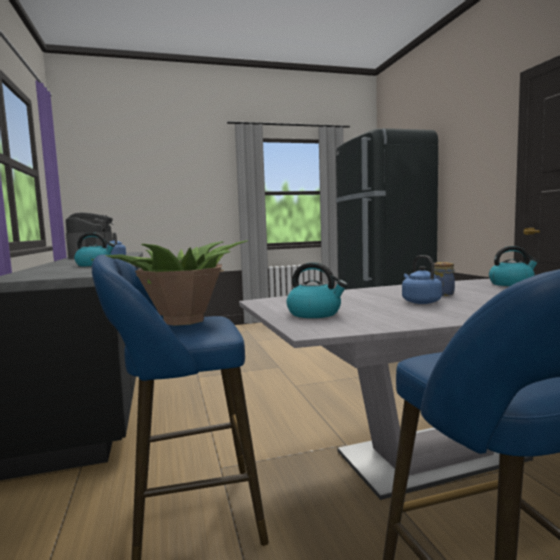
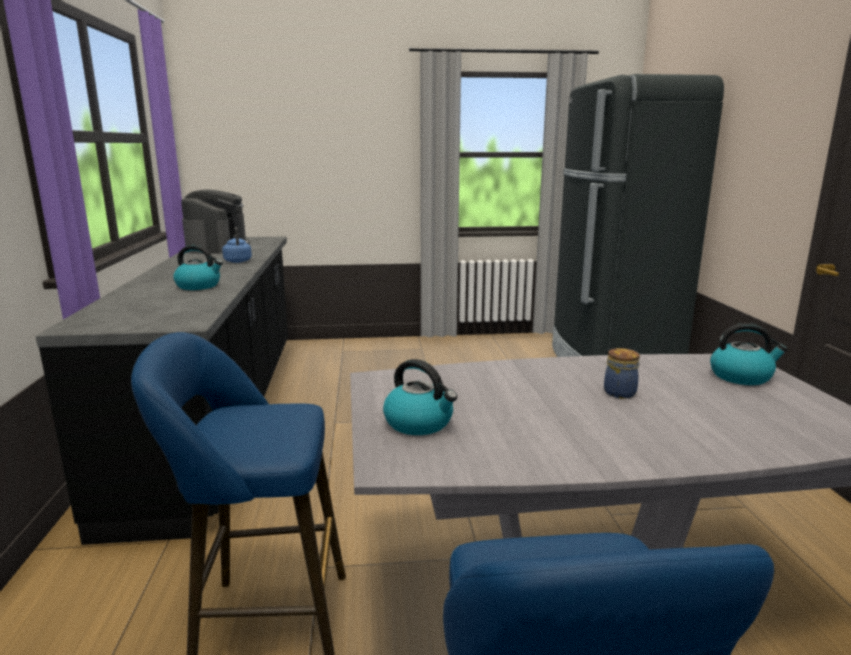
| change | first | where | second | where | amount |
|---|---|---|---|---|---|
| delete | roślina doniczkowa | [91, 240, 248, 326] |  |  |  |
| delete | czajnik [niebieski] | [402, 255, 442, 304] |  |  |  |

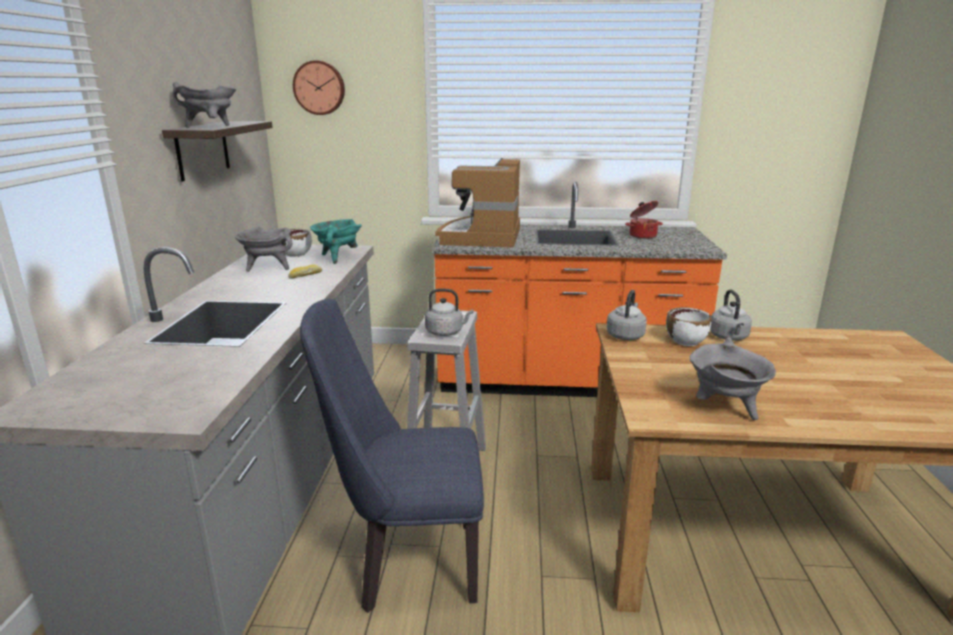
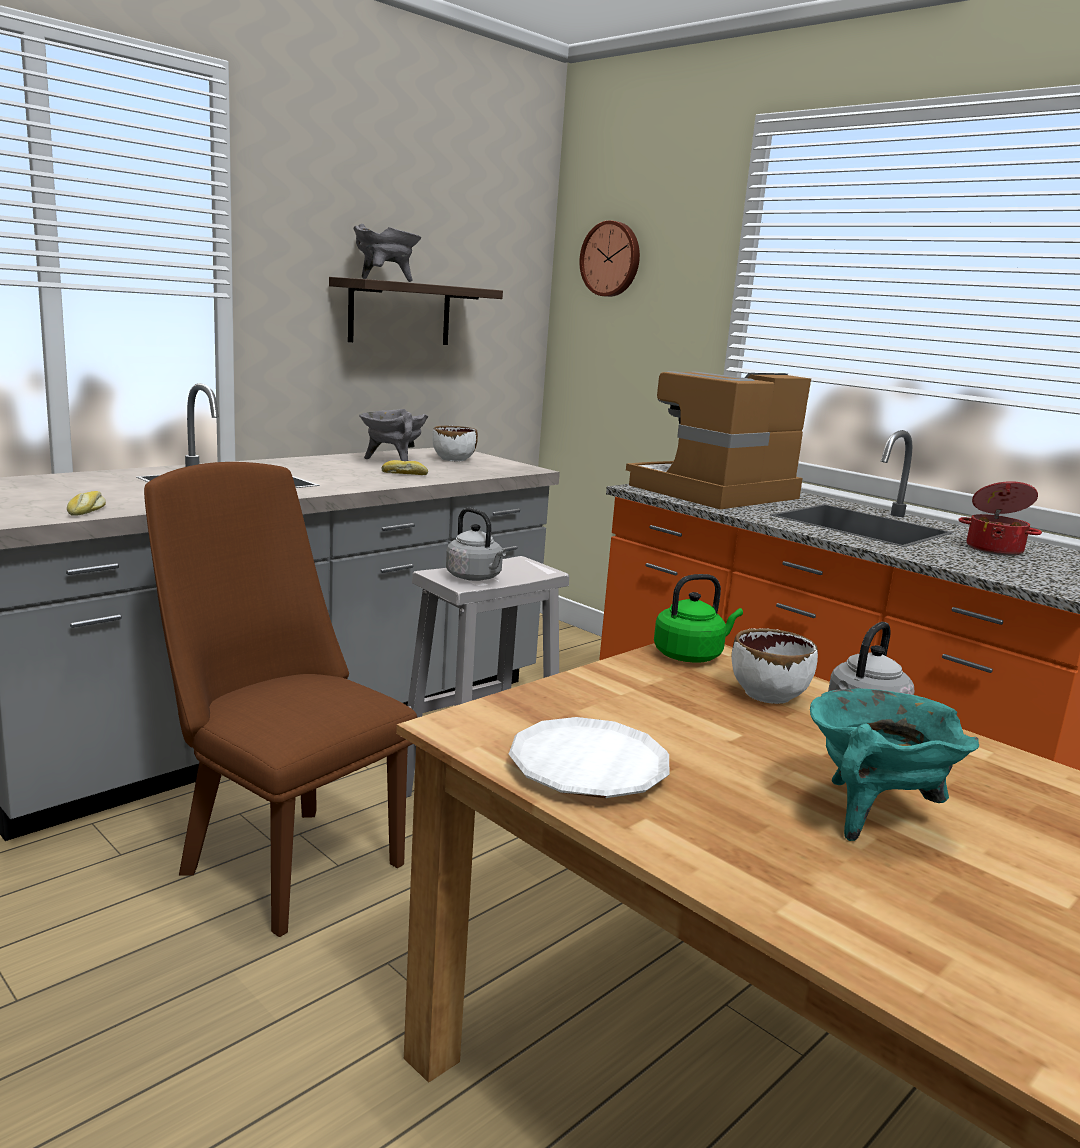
| change | first | where | second | where | amount |
|---|---|---|---|---|---|
| recolor | krzesło [niebieski] | [300, 299, 484, 613] | krzesło [brązowy] | [144, 462, 417, 937] |  |
| move | garnek [turkusowy] | [310, 219, 362, 264] |  | [810, 689, 979, 841] |  |
| recolor | czajnik [szary] | [606, 290, 647, 340] | czajnik [zielony] | [654, 574, 743, 663] |  |
| replace | garnek [szary] | [689, 337, 776, 420] | talerz [biały] | [509, 717, 669, 798] |  |
| insert |  |  | chleb | [67, 491, 106, 516] |  |

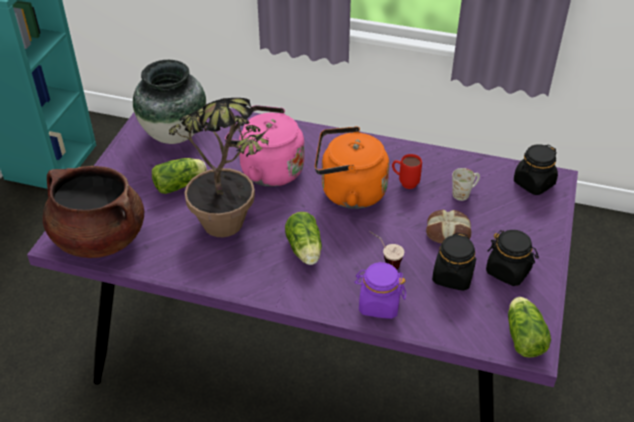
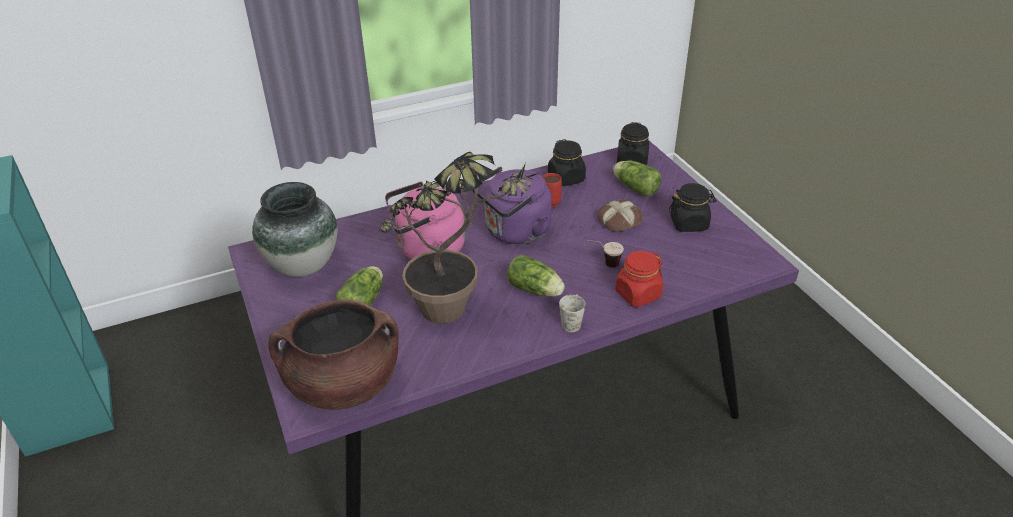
| change | first | where | second | where | amount |
|---|---|---|---|---|---|
| recolor | czajnik [pomarańczowy] | [315, 126, 389, 209] | czajnik [fioletowy] | [472, 167, 552, 244] |  |
| recolor | słoik [fioletowy] | [354, 262, 406, 319] | słoik [czerwony] | [615, 251, 663, 307] |  |
| move | słoik [czarny] | [432, 232, 476, 291] |  | [548, 139, 586, 186] |  |
| move | kubek [biały] | [452, 168, 480, 201] |  | [559, 294, 586, 332] |  |
| move | sałata | [508, 297, 551, 358] |  | [613, 160, 661, 196] |  |

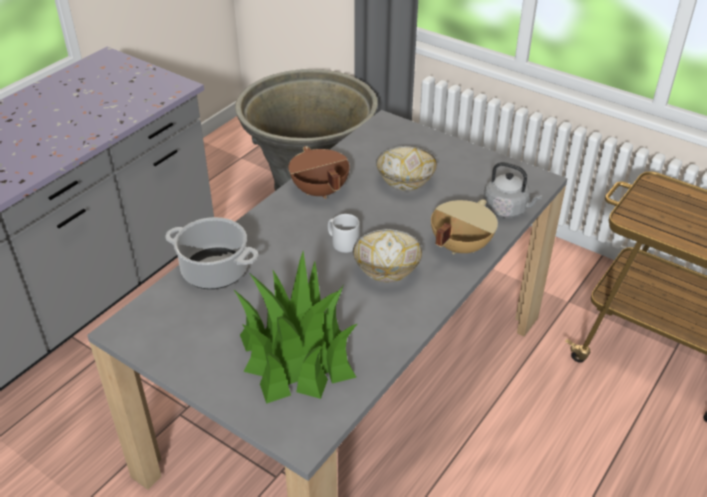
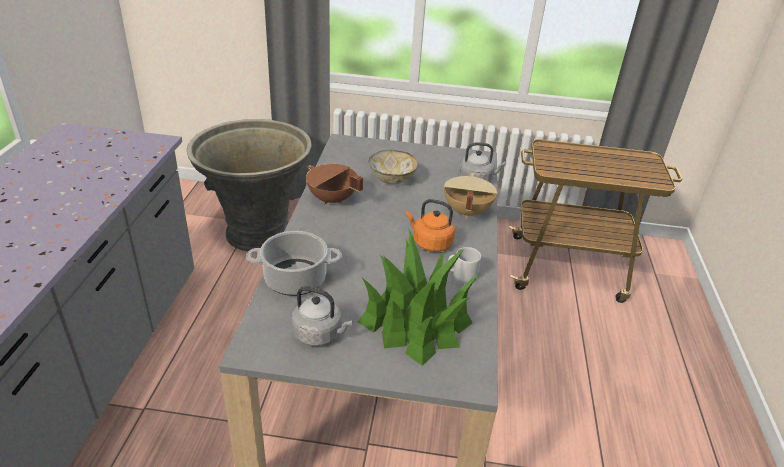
| change | first | where | second | where | amount |
|---|---|---|---|---|---|
| move | kubek [szary] | [328, 214, 359, 253] |  | [448, 247, 481, 283] |  |
| replace | miska | [353, 229, 422, 282] | czajnik [pomarańczowy] | [406, 199, 455, 252] |  |
| insert |  |  | czajnik [szary] | [292, 286, 353, 346] |  |

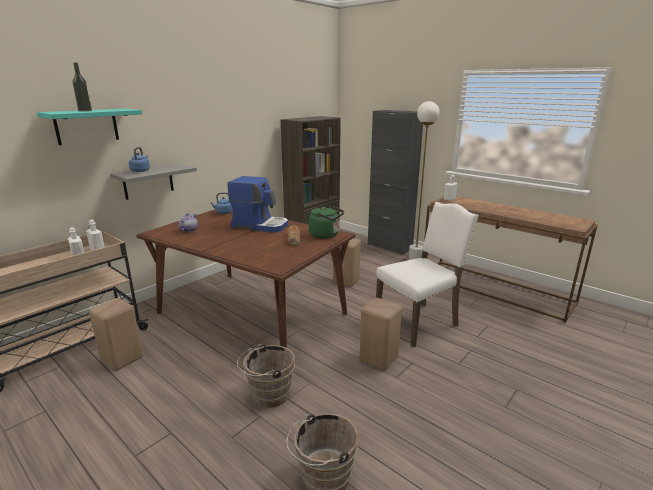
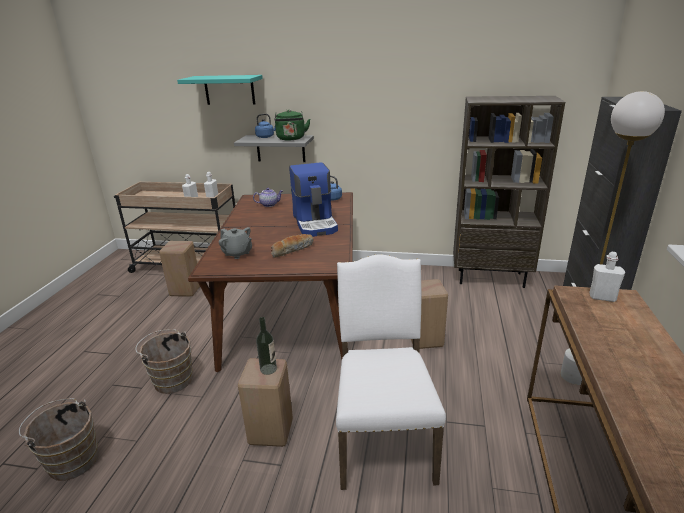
| change | first | where | second | where | amount |
|---|---|---|---|---|---|
| move | butelka | [72, 62, 92, 112] |  | [256, 317, 277, 375] |  |
| move | czajnik [zielony] | [309, 206, 344, 238] |  | [274, 110, 310, 140] |  |
| rotate | krzesło [biały] | [376, 202, 479, 347] |  | [336, 254, 446, 490] | 120 degrees counterclockwise |
| insert |  |  | imbryk [szary] | [219, 227, 252, 259] |  |

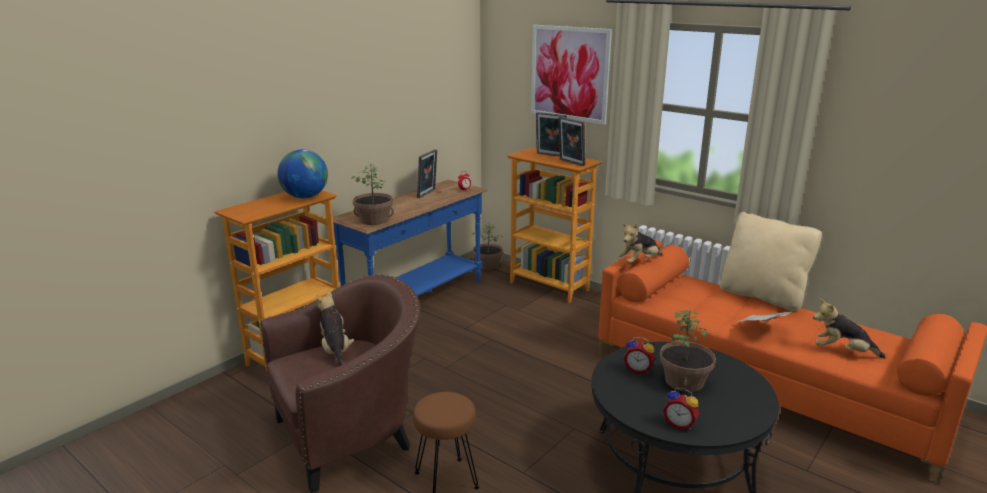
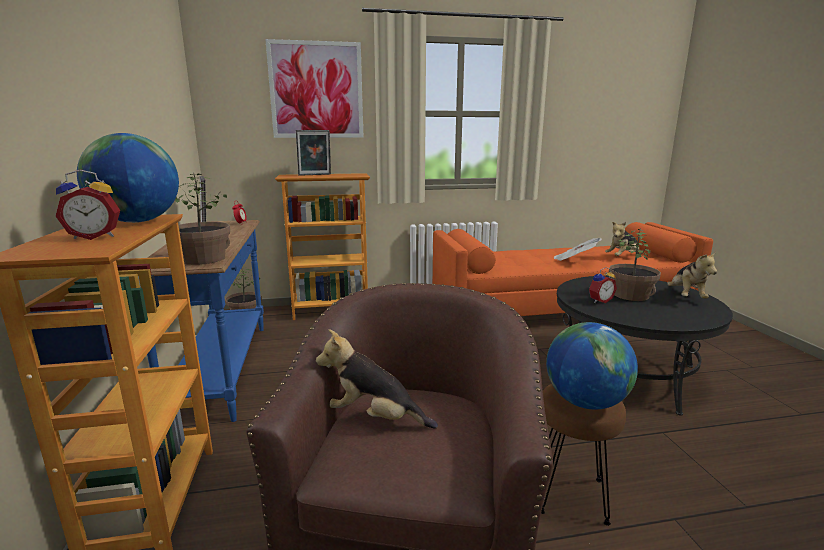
| change | first | where | second | where | amount |
|---|---|---|---|---|---|
| delete | ramka na zdjęcie | [558, 117, 585, 166] |  |  |  |
| move | pluszak | [618, 224, 662, 263] |  | [667, 251, 717, 299] |  |
| move | budzik | [663, 388, 699, 429] |  | [56, 170, 120, 240] |  |
| delete | poduszka [beżowy] | [719, 212, 822, 311] |  |  |  |
| insert |  |  | globus | [546, 322, 638, 410] |  |

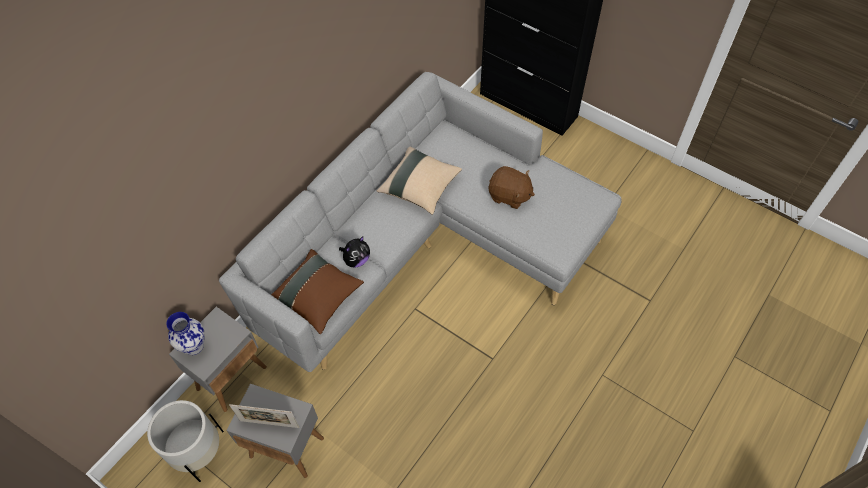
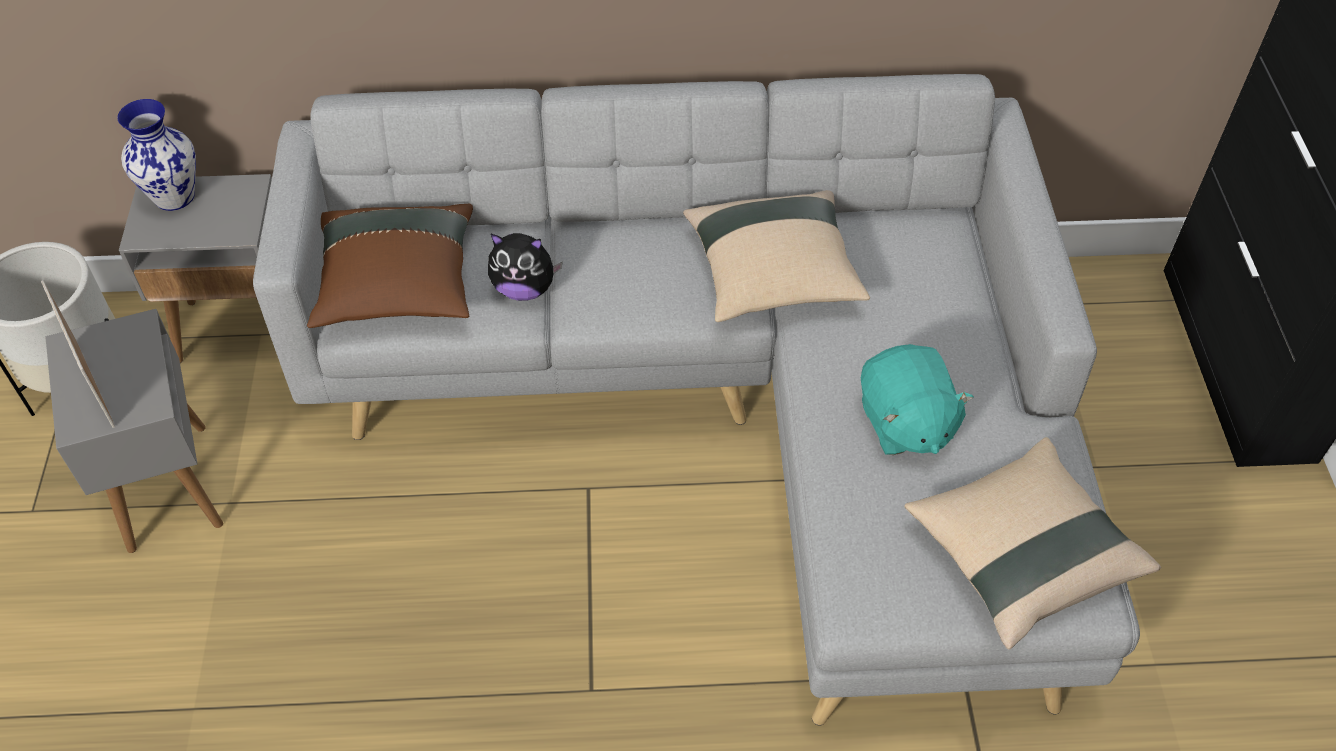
| change | first | where | second | where | amount |
|---|---|---|---|---|---|
| recolor | pluszak [brązowy] | [488, 166, 535, 209] | pluszak [turkusowy] | [861, 344, 974, 455] |  |
| insert |  |  | poduszka [beżowy] | [904, 437, 1161, 650] |  |

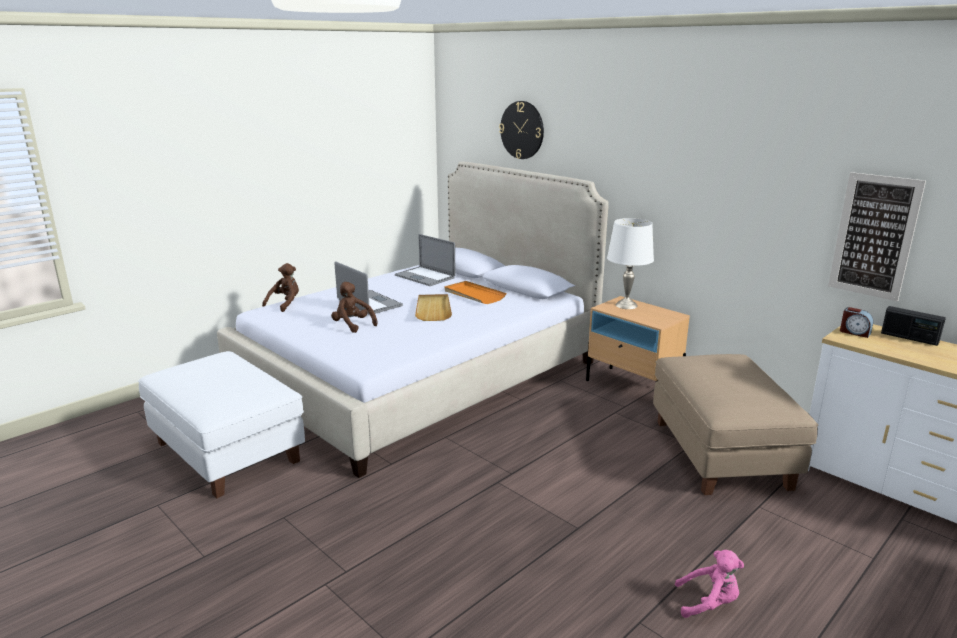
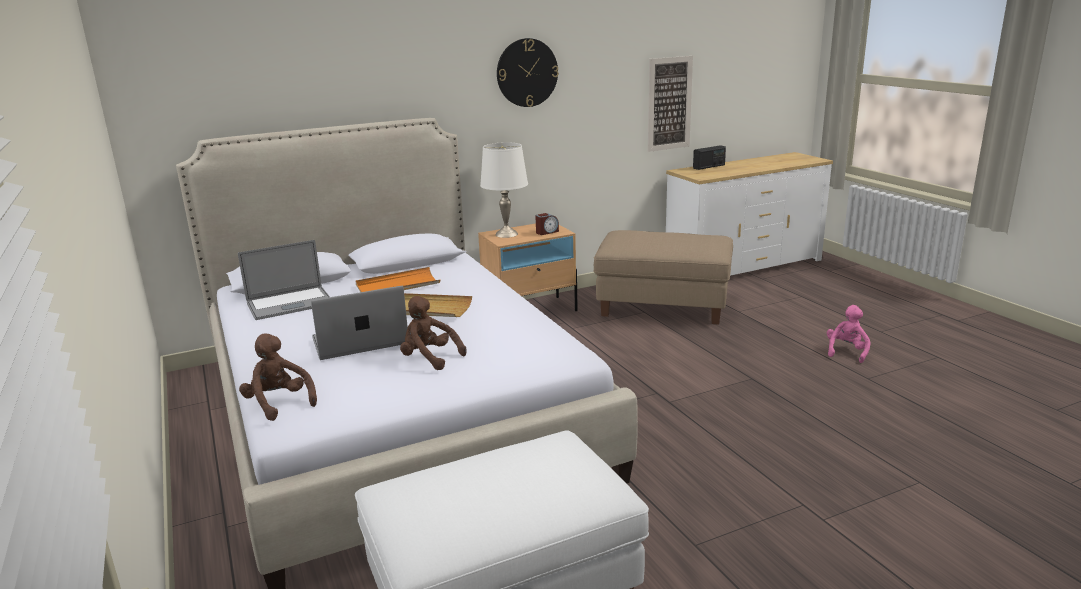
| change | first | where | second | where | amount |
|---|---|---|---|---|---|
| rotate | pluszak [brązowy] | [331, 282, 378, 333] |  | [400, 296, 466, 370] | 60 degrees clockwise |
| move | zegar ścienny | [499, 101, 544, 159] |  | [497, 38, 559, 107] |  |
| move | budzik | [840, 307, 874, 338] |  | [535, 213, 559, 235] |  |

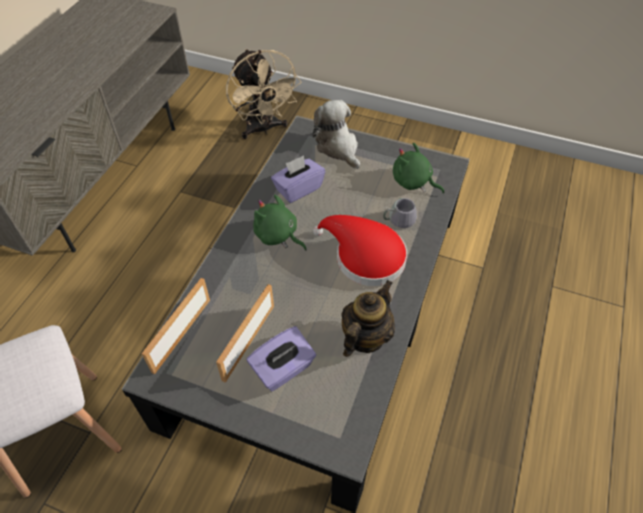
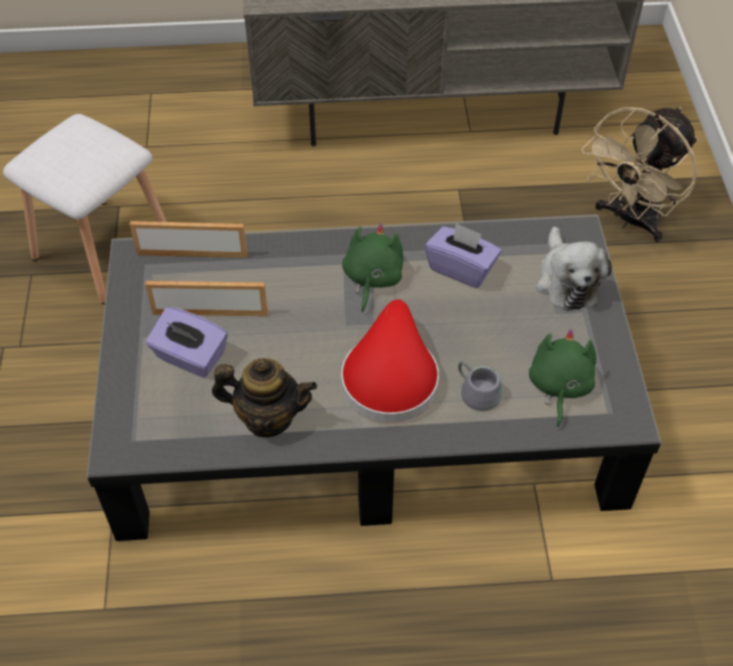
| change | first | where | second | where | amount |
|---|---|---|---|---|---|
| rotate | pluszak | [312, 100, 360, 169] |  | [536, 227, 612, 311] | 135 degrees clockwise |

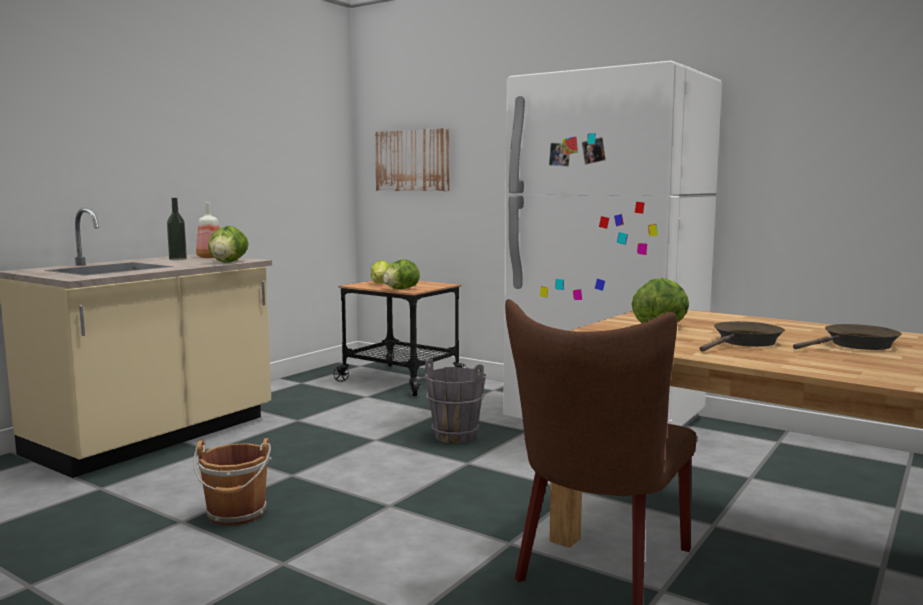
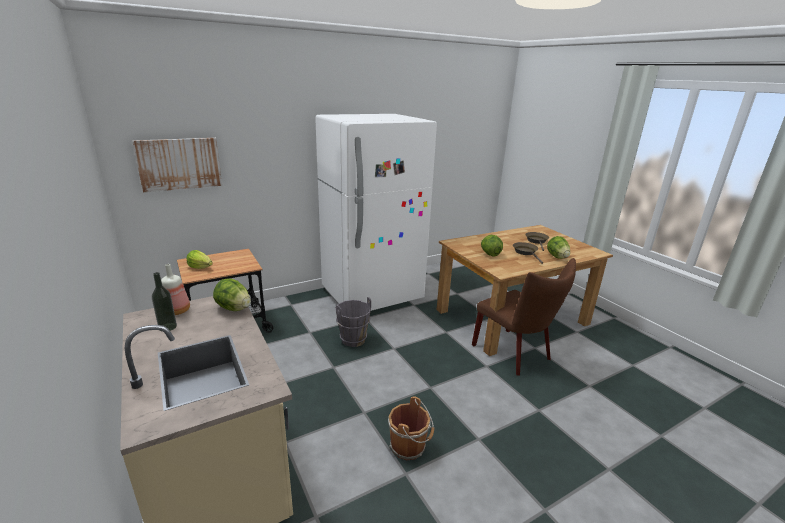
| change | first | where | second | where | amount |
|---|---|---|---|---|---|
| move | sałata | [383, 259, 420, 289] |  | [547, 236, 570, 259] |  |

